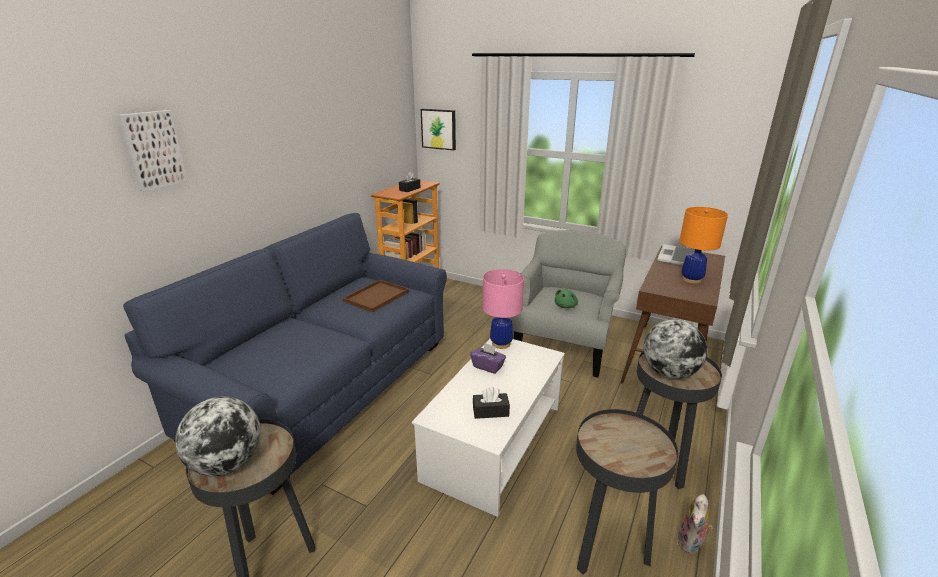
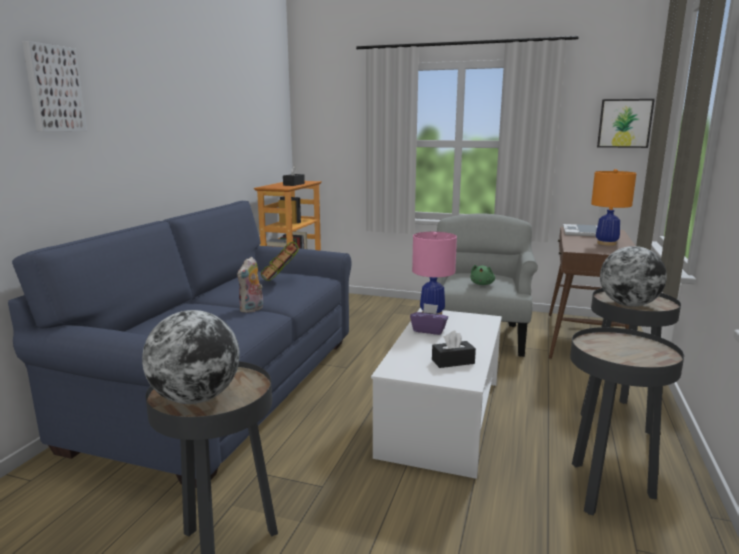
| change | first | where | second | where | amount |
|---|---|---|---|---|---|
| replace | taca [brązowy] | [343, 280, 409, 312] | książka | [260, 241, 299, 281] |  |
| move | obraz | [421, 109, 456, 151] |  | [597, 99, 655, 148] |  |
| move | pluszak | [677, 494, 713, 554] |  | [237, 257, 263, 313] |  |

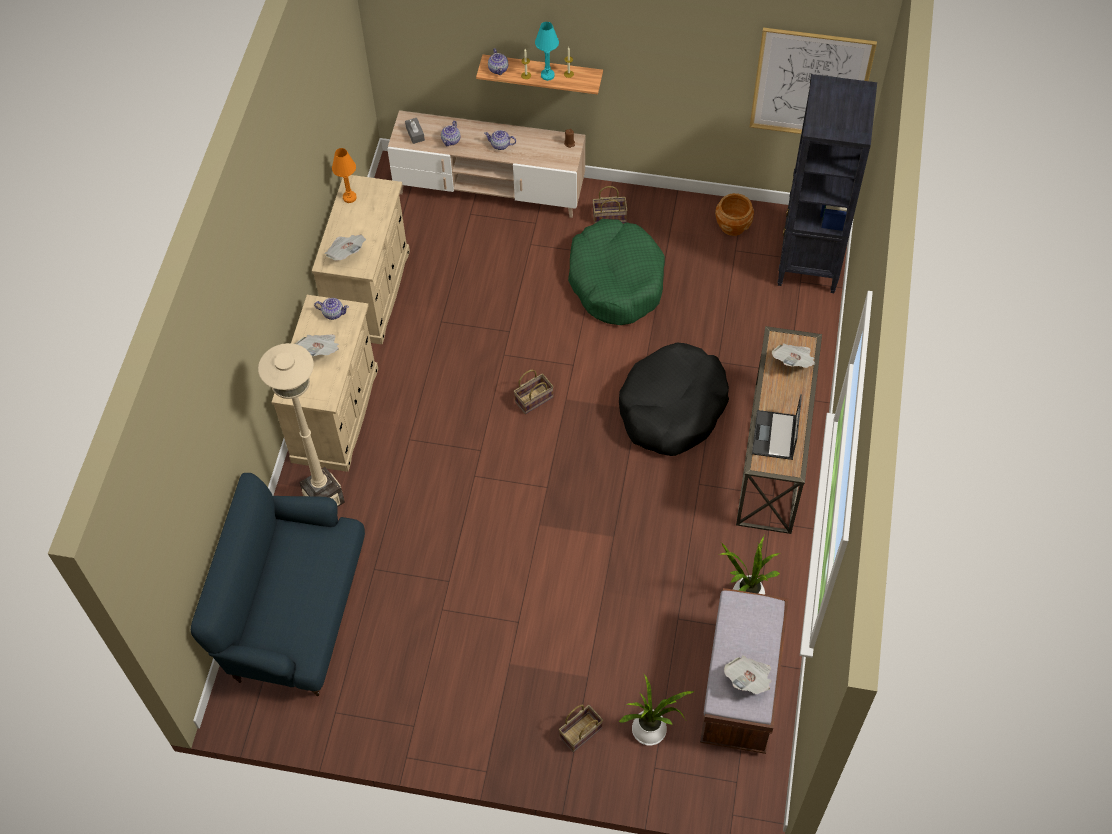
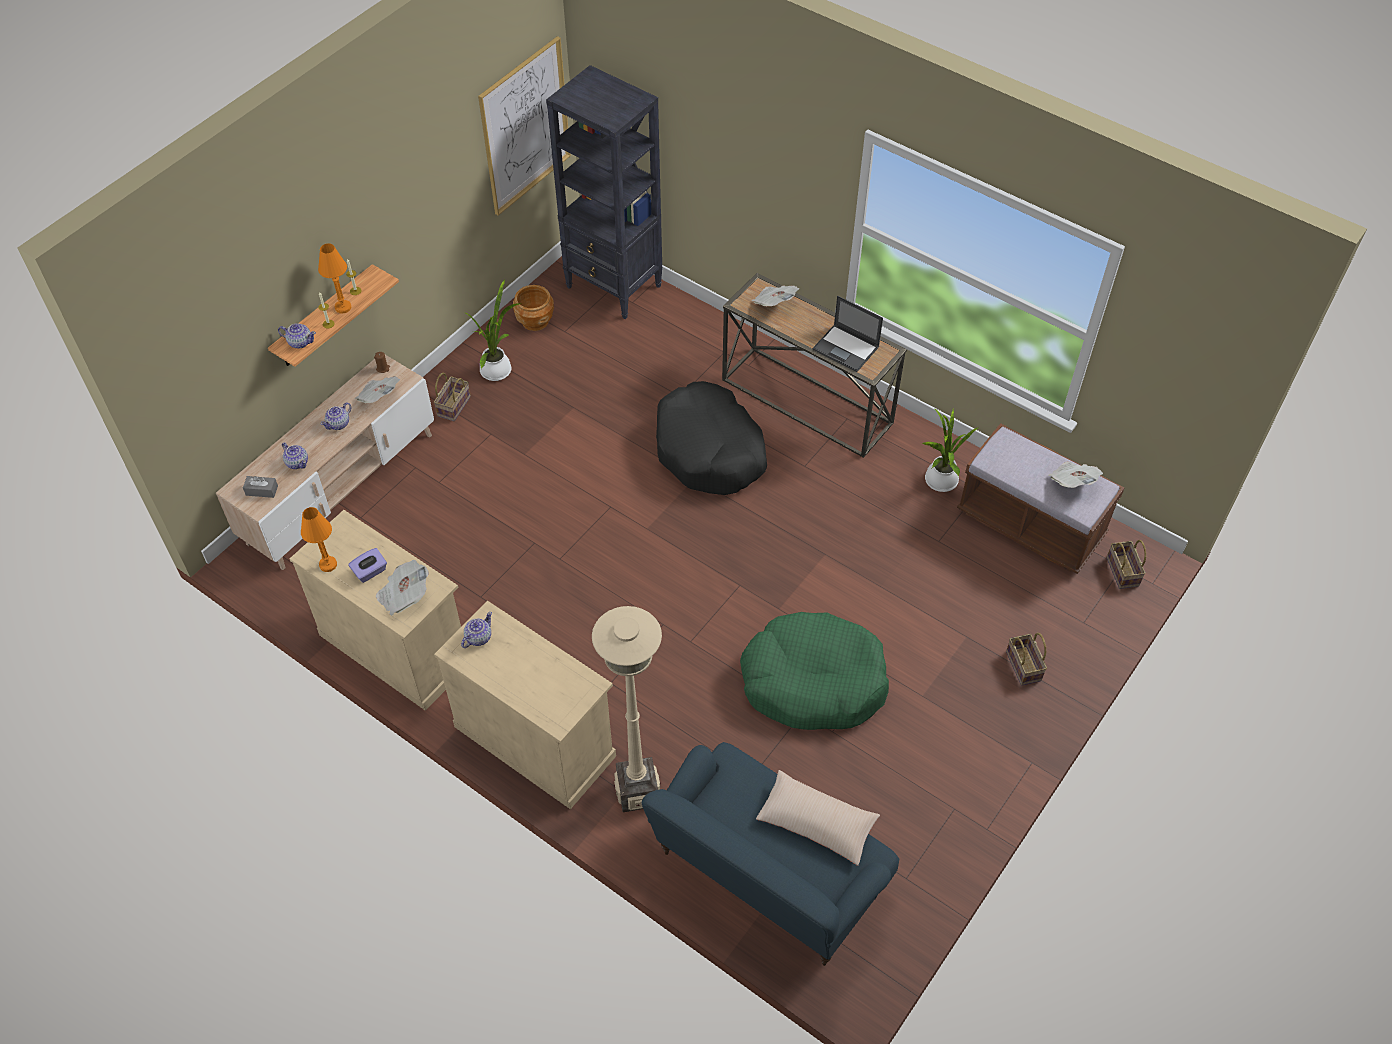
| change | first | where | second | where | amount |
|---|---|---|---|---|---|
| move | gazeta | [295, 334, 339, 356] |  | [355, 376, 400, 403] |  |
| move | koszyk | [514, 370, 554, 414] |  | [1107, 540, 1146, 589] |  |
| recolor | lampa stołowa [turkusowy] | [535, 22, 559, 81] | lampa stołowa [pomarańczowy] | [318, 243, 352, 314] |  |
| move | legowisko [zielony] | [568, 219, 665, 325] |  | [740, 612, 889, 730] |  |
| move | roślina doniczkowa | [619, 674, 695, 745] |  | [466, 279, 521, 381] |  |
| insert |  |  | pudełko chusteczek [fioletowy] | [348, 548, 387, 583] |  |
| insert |  |  | poduszka [beżowy] | [756, 770, 880, 866] |  |

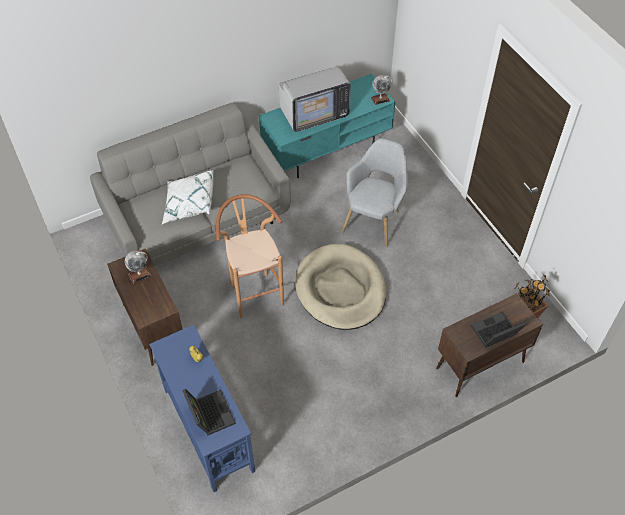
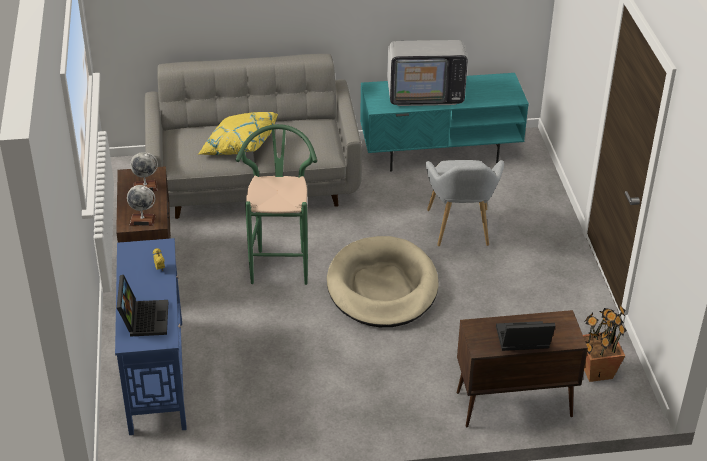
| change | first | where | second | where | amount |
|---|---|---|---|---|---|
| recolor | poduszka [biały] | [162, 170, 213, 224] | poduszka [żółty] | [199, 112, 278, 155] |  |
| recolor | stołek [brązowy] | [216, 194, 284, 319] | stołek [zielony] | [236, 124, 317, 285] |  |
| rotate | fotel [szary] | [342, 138, 408, 247] |  | [426, 160, 504, 246] | 135 degrees clockwise |
| move | globus | [371, 75, 392, 105] |  | [127, 185, 156, 226] |  |

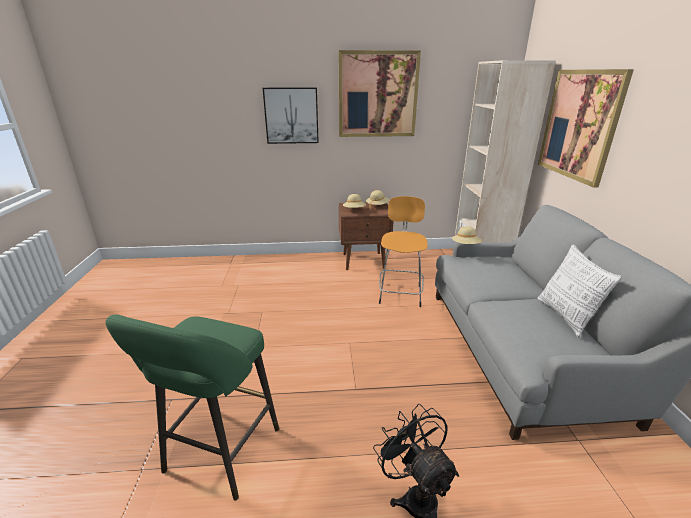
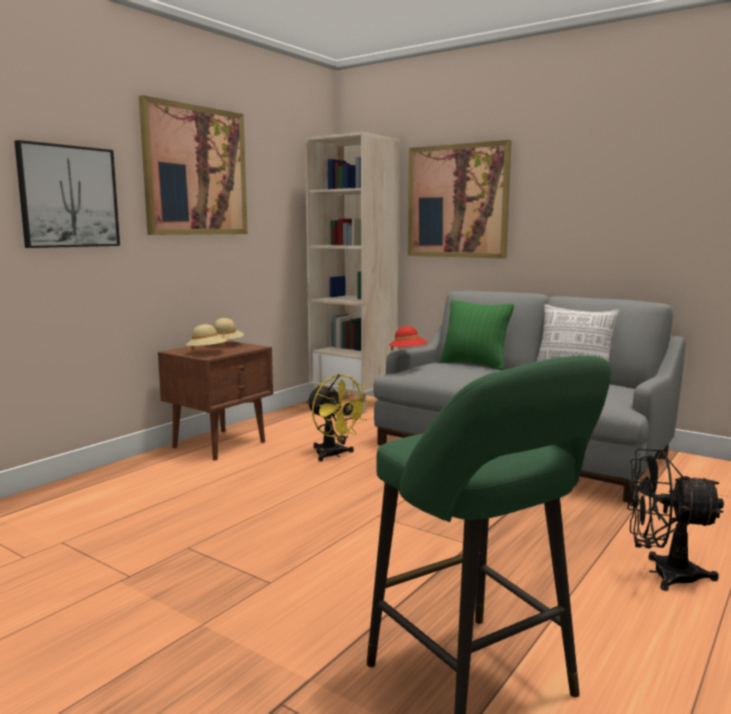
| change | first | where | second | where | amount |
|---|---|---|---|---|---|
| replace | stołek [pomarańczowy] | [379, 196, 428, 307] | wentylator [żółty] | [306, 374, 370, 461] |  |
| recolor | kapelusz [beżowy] | [452, 226, 482, 244] | kapelusz [czerwony] | [389, 326, 428, 351] |  |
| insert |  |  | poduszka [zielony] | [440, 300, 514, 370] |  |

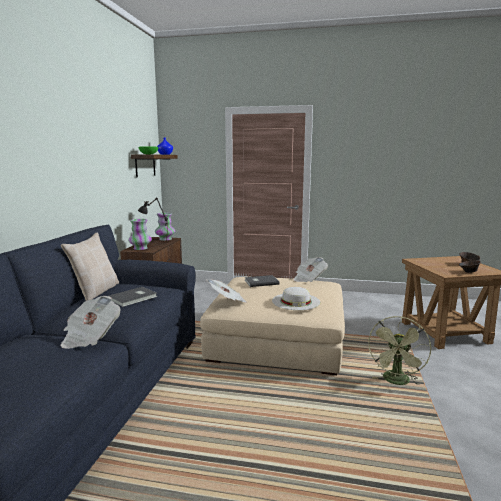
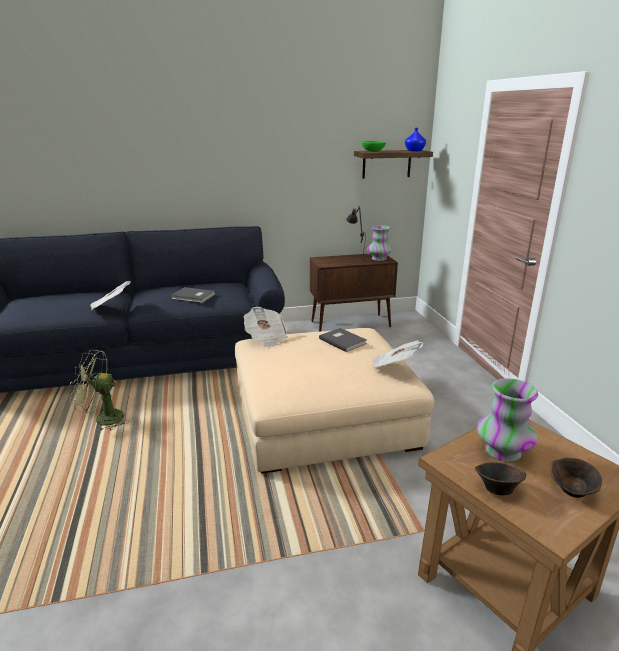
| change | first | where | second | where | amount |
|---|---|---|---|---|---|
| delete | poduszka [beżowy] | [61, 233, 119, 301] |  |  |  |
| move | wazon | [128, 219, 152, 250] |  | [477, 378, 538, 462] |  |
| delete | kapelusz [biały] | [272, 287, 320, 310] |  |  |  |
| move | wentylator [zielony] | [368, 316, 431, 385] |  | [69, 350, 130, 431] |  |

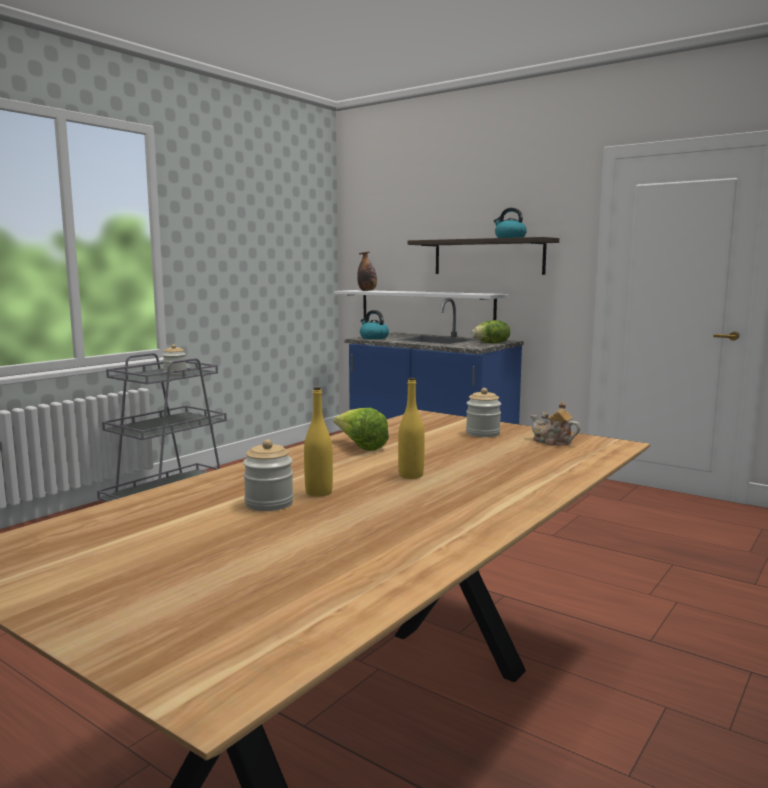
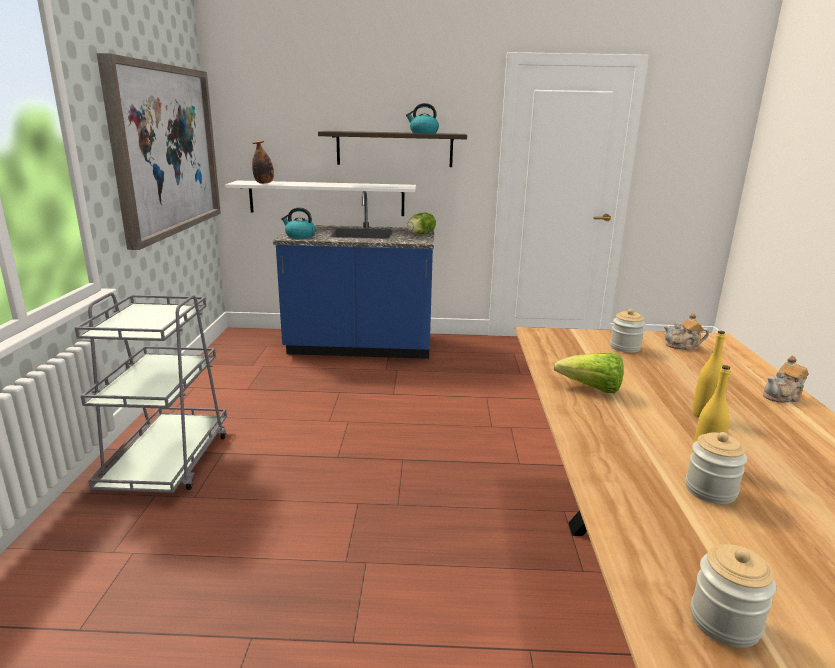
| change | first | where | second | where | amount |
|---|---|---|---|---|---|
| move | słoik | [162, 344, 187, 376] |  | [691, 544, 776, 648] |  |
| insert |  |  | obraz | [97, 53, 221, 250] |  |
| insert |  |  | imbryk | [763, 356, 809, 403] |  |

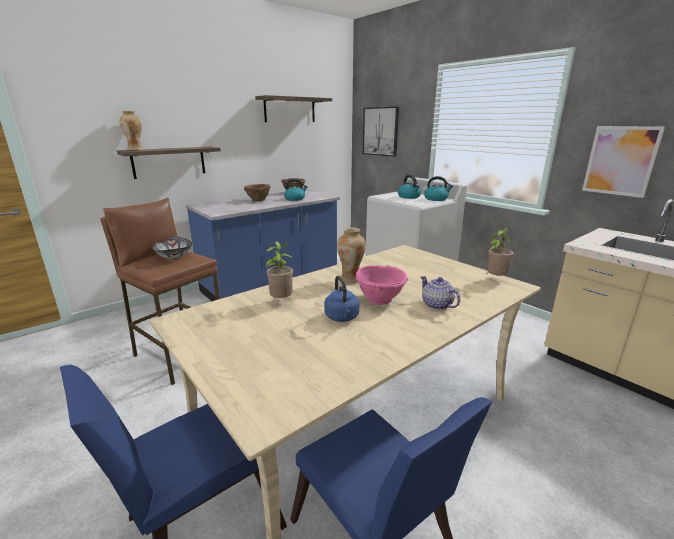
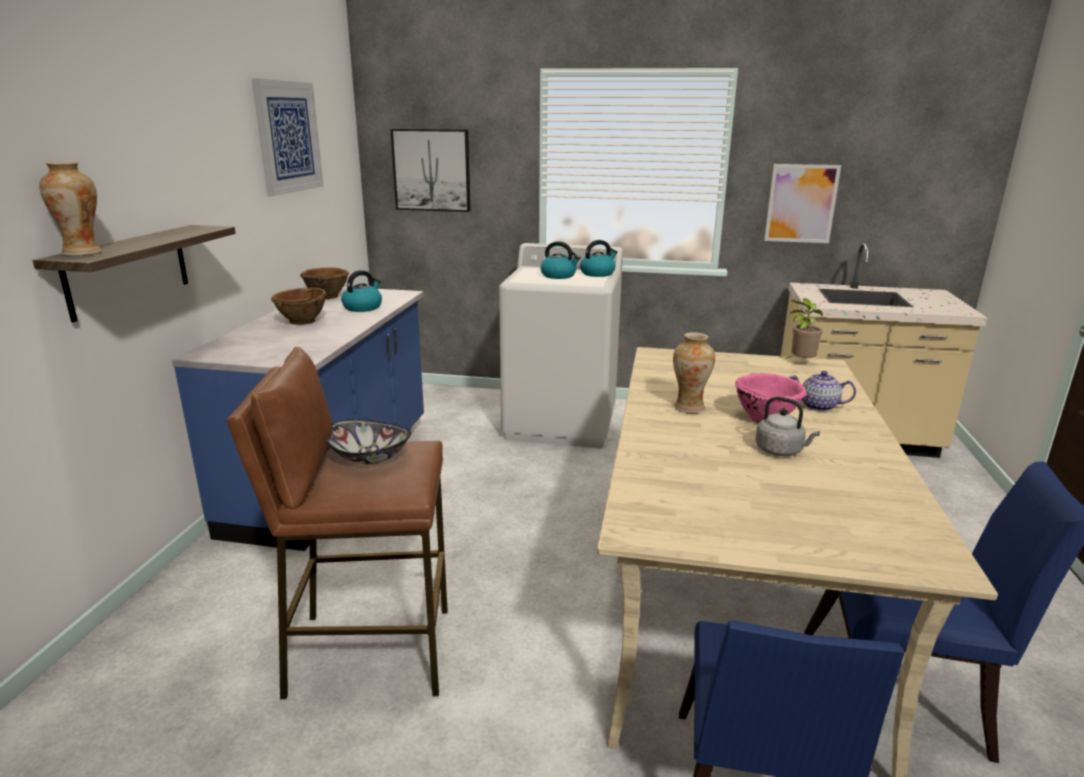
| change | first | where | second | where | amount |
|---|---|---|---|---|---|
| replace | półka | [255, 95, 332, 122] | obraz | [252, 78, 323, 197] |  |
| delete | roślina doniczkowa | [266, 241, 293, 298] |  |  |  |
| recolor | czajnik [niebieski] | [324, 276, 359, 322] | czajnik [szary] | [755, 397, 820, 456] |  |

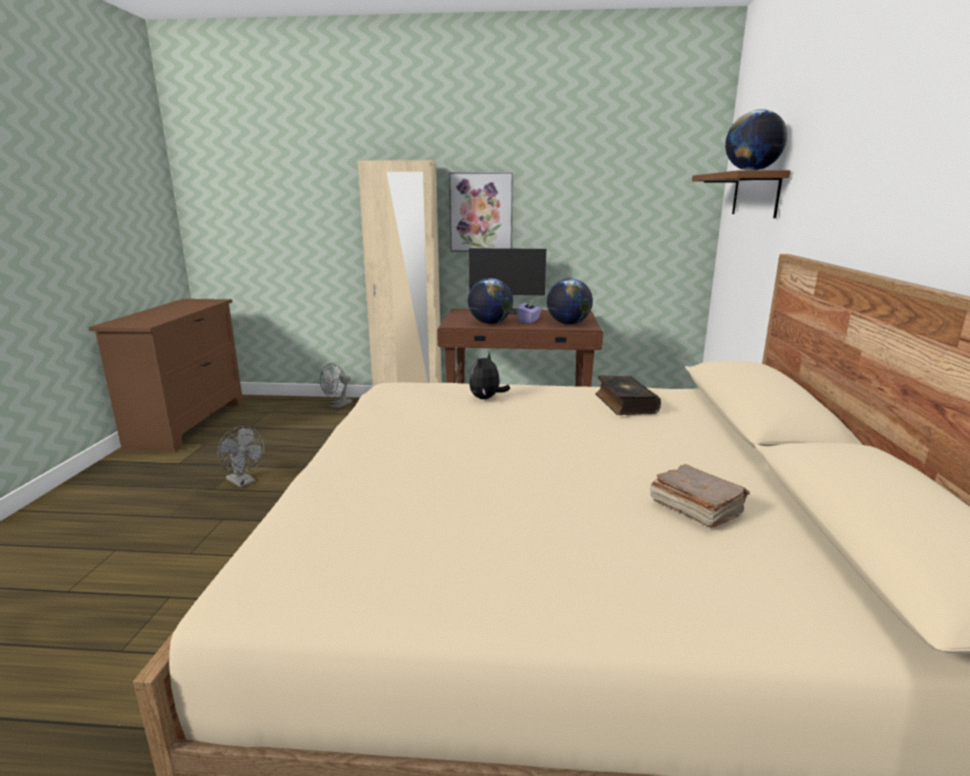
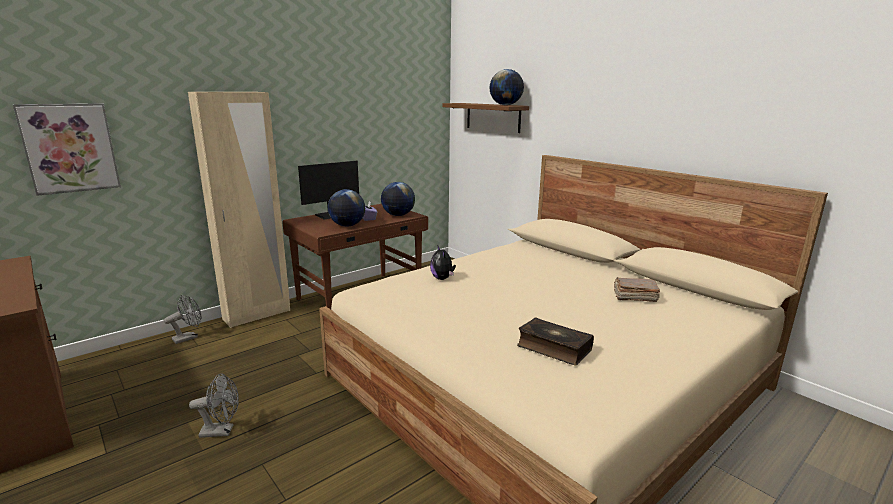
| change | first | where | second | where | amount |
|---|---|---|---|---|---|
| rotate | wentylator [szary] | [320, 363, 352, 408] |  | [164, 295, 202, 344] | 120 degrees counterclockwise |
| move | obraz | [449, 172, 513, 252] |  | [12, 103, 121, 196] |  |
| move | książka | [595, 375, 661, 415] |  | [517, 318, 594, 366] |  |

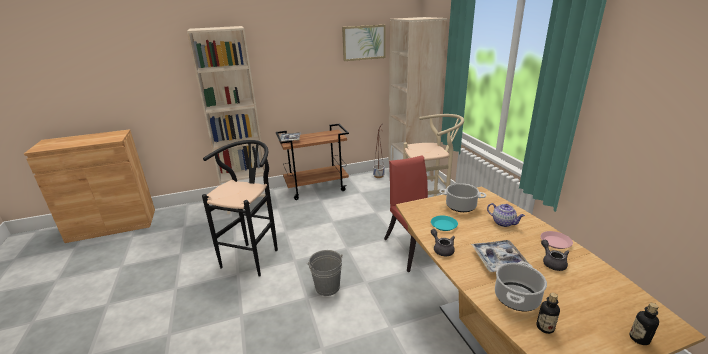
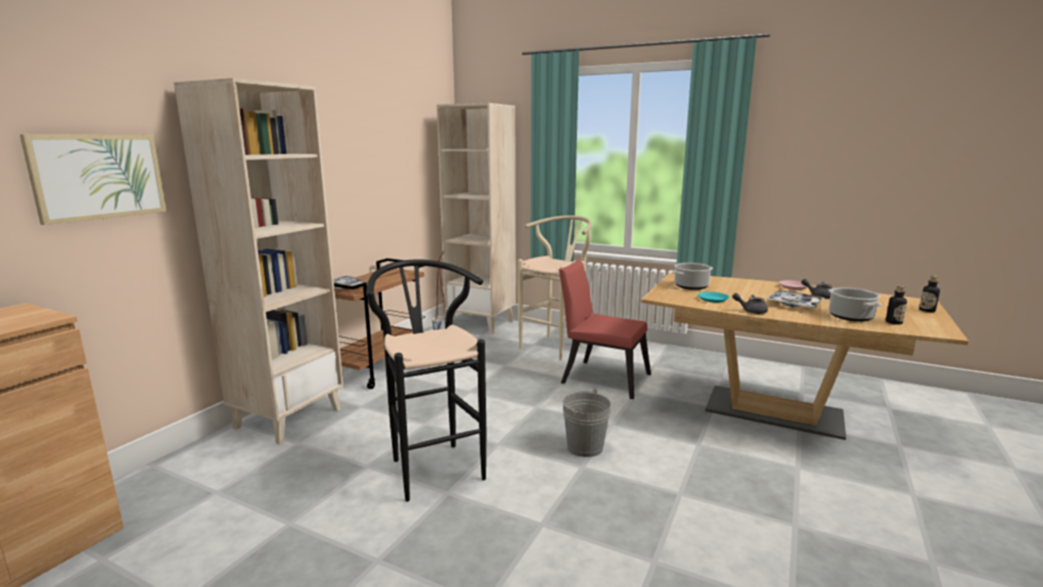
| change | first | where | second | where | amount |
|---|---|---|---|---|---|
| move | obraz | [342, 25, 386, 61] |  | [20, 134, 166, 225] |  |
| delete | imbryk | [487, 203, 525, 227] |  |  |  |

